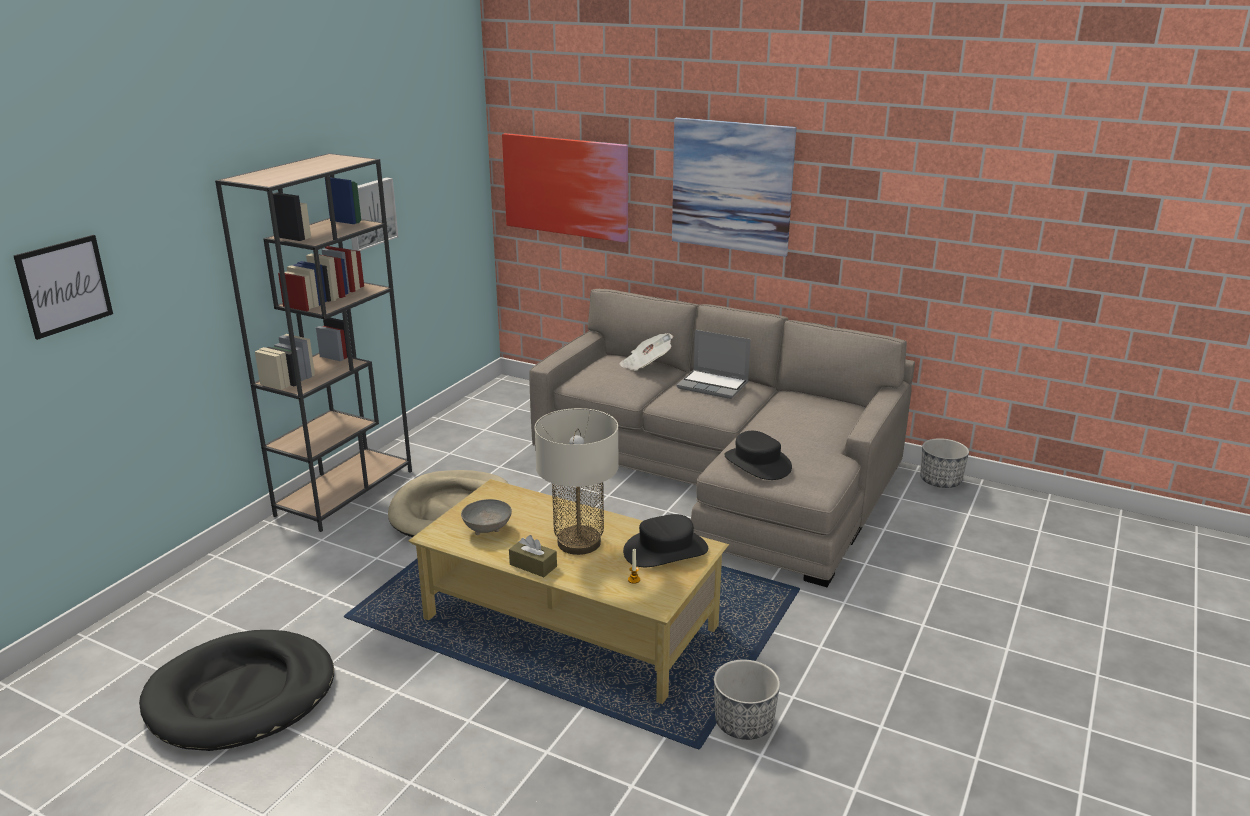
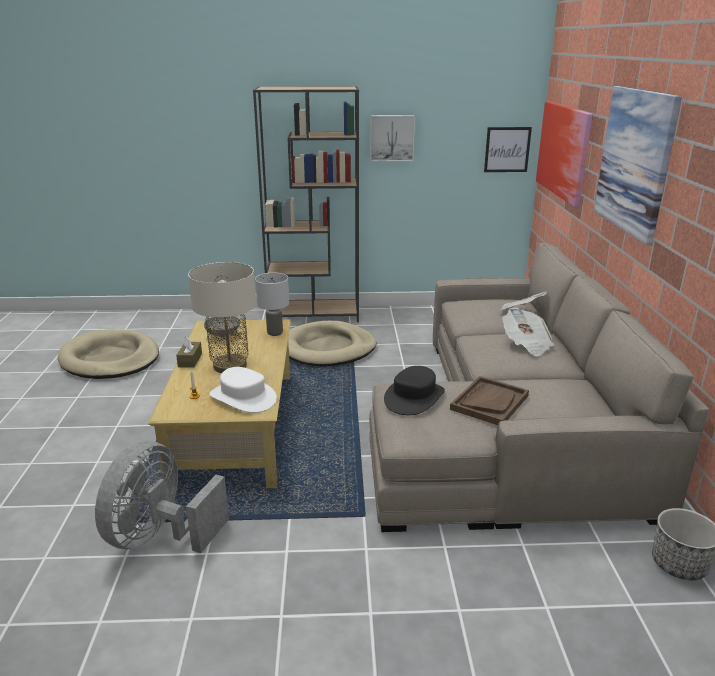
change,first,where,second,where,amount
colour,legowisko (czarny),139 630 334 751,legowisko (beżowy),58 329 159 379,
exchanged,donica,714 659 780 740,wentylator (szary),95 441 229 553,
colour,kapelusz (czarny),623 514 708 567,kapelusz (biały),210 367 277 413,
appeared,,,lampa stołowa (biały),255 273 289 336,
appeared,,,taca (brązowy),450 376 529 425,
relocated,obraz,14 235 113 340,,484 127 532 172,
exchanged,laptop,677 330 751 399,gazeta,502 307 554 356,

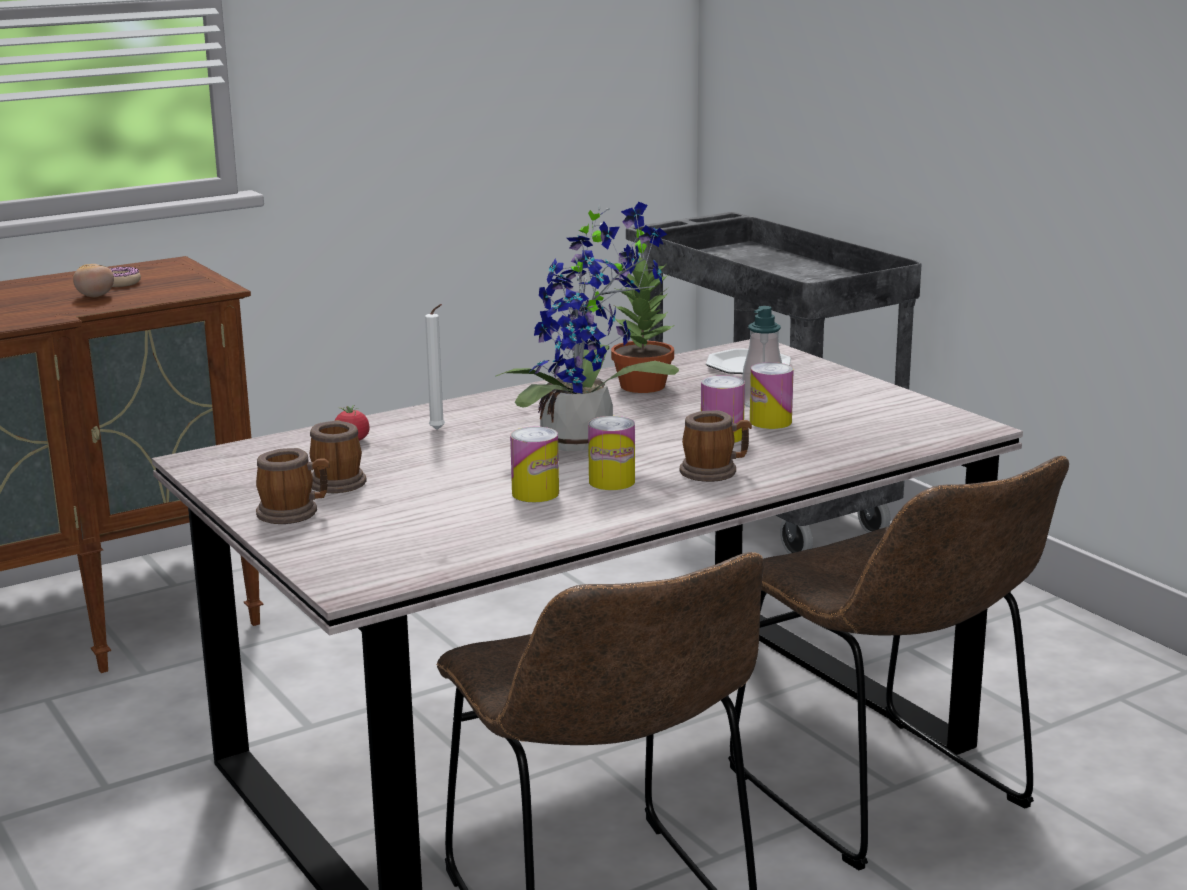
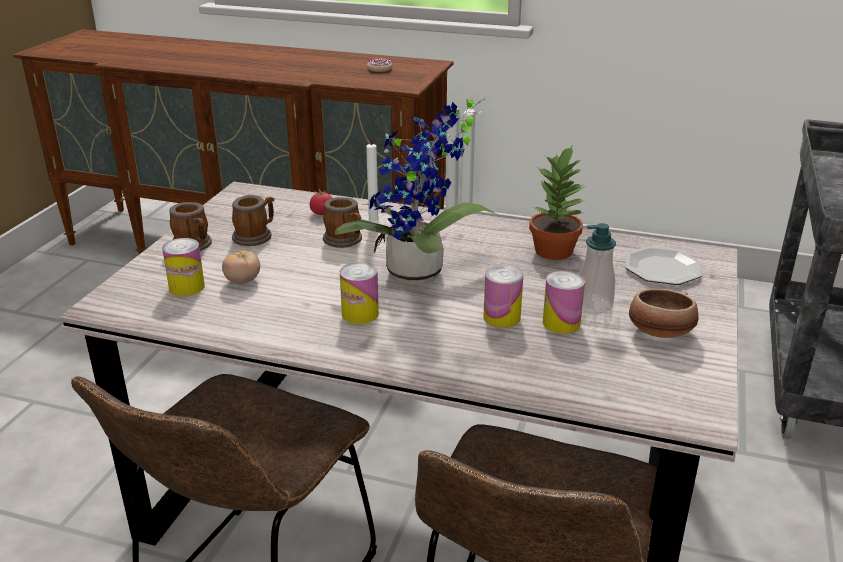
change,first,where,second,where,amount
relocated,puszka,510 427 559 502,,162 238 205 296,
relocated,pomidor,73 264 114 297,,222 250 260 284,
relocated,kubek,680 410 752 482,,323 197 362 248,
appeared,,,miska,629 288 698 338,

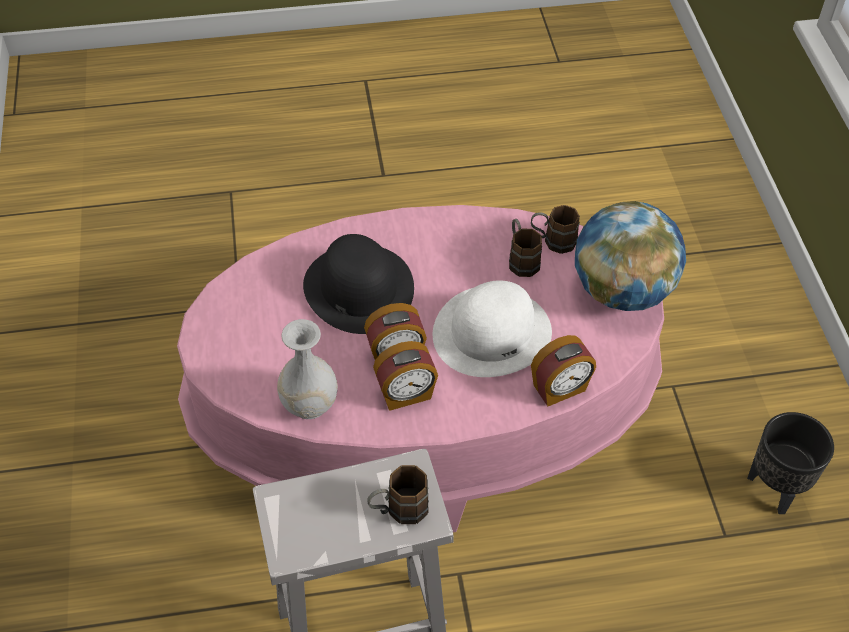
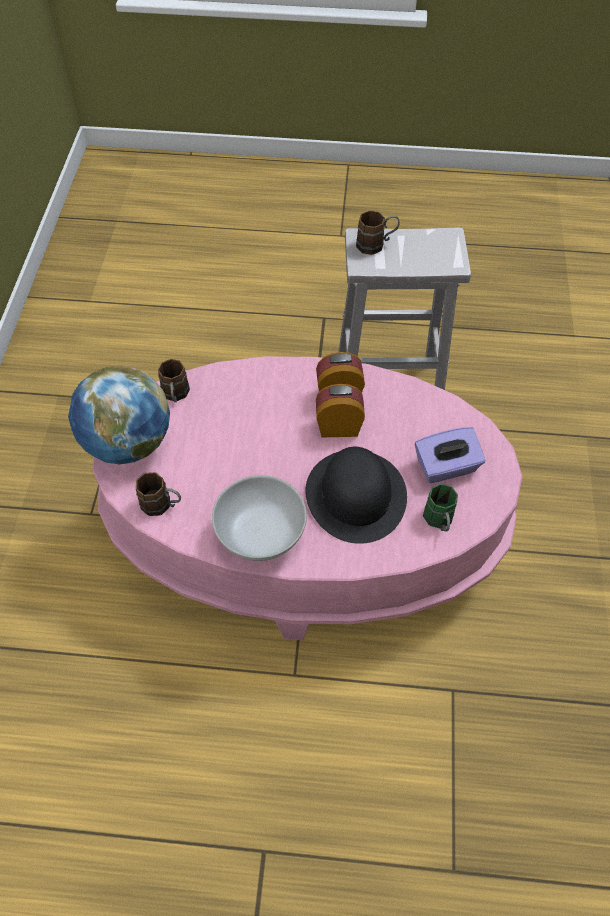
change,first,where,second,where,amount
relocated,kubek (brązowy),509 219 542 277,,158 359 190 402,
appeared,,,miska (biały),212 475 307 561,
appeared,,,pudełko chusteczek (fioletowy),415 427 485 483,
appeared,,,kubek (zielony),423 484 458 531,
missing,wazon (biały),277 319 338 419,,,
missing,kapelusz (biały),433 280 552 377,,,
missing,budzik,531 335 596 406,,,
missing,donica (czarny),747 412 834 514,,,

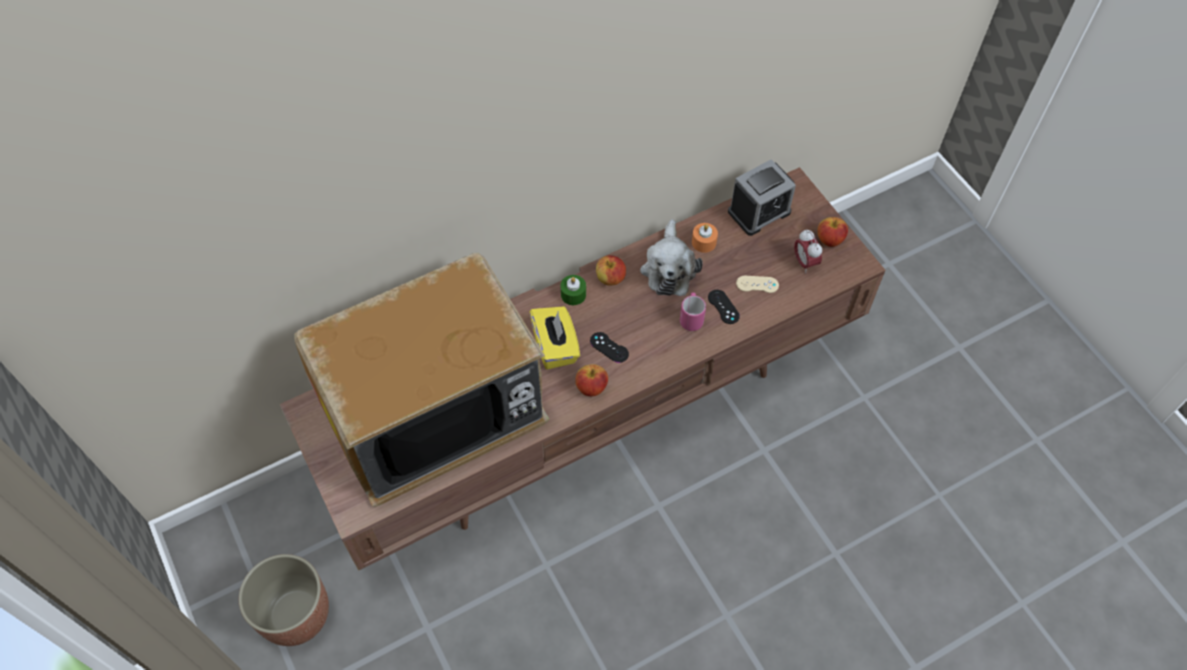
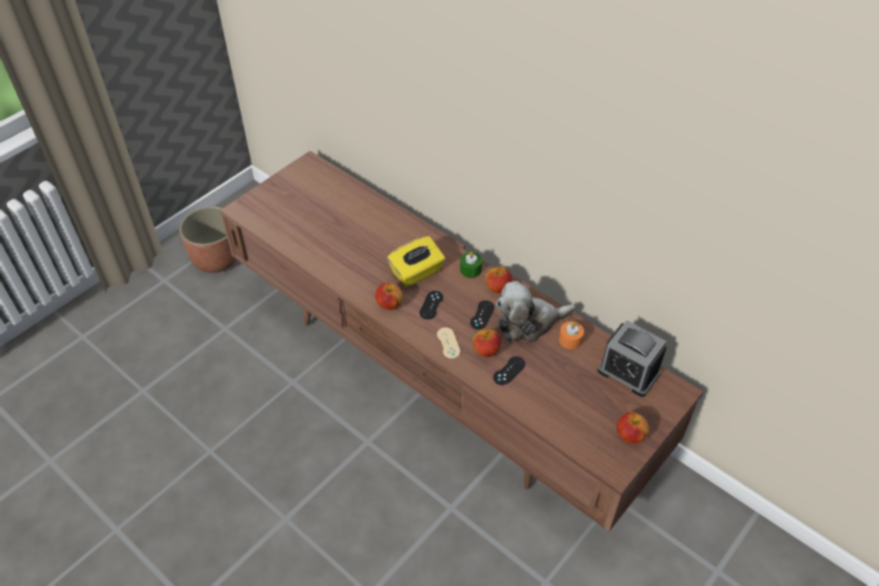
change,first,where,second,where,amount
relocated,pad do gier (beżowy),736 276 779 293,,437 327 461 359,
appeared,,,pad do gier (czarny),470 300 494 329,
exchanged,kubek (różowy),680 292 706 331,jabłko,473 329 501 357,
missing,telewizor,294 253 550 507,,,
missing,budzik,794 229 822 273,,,

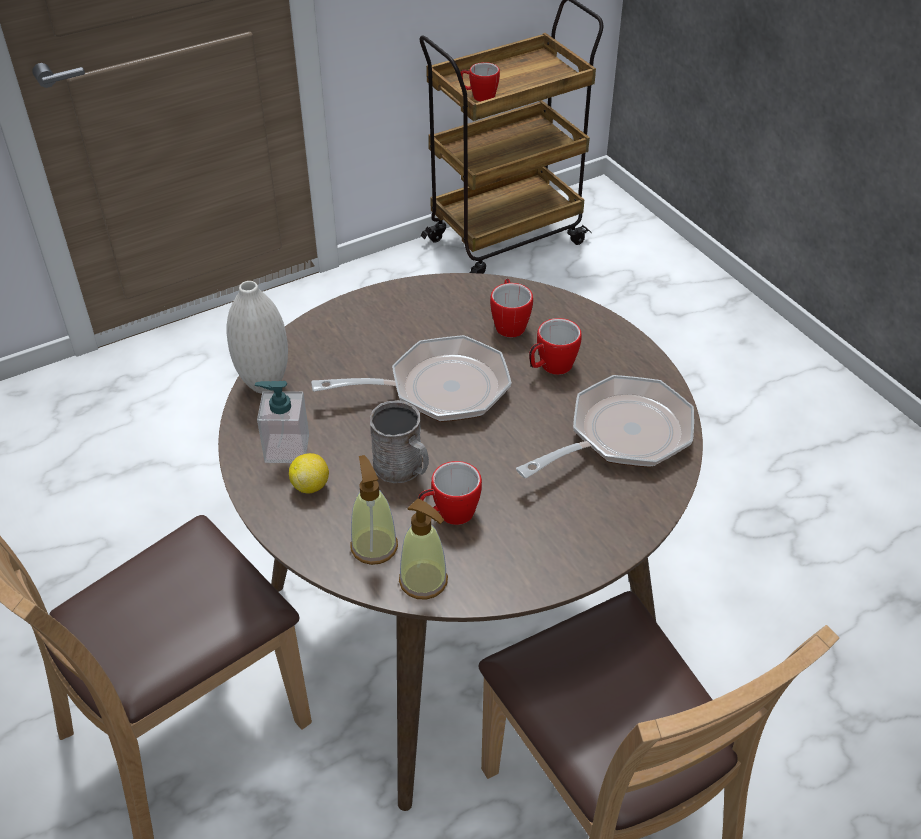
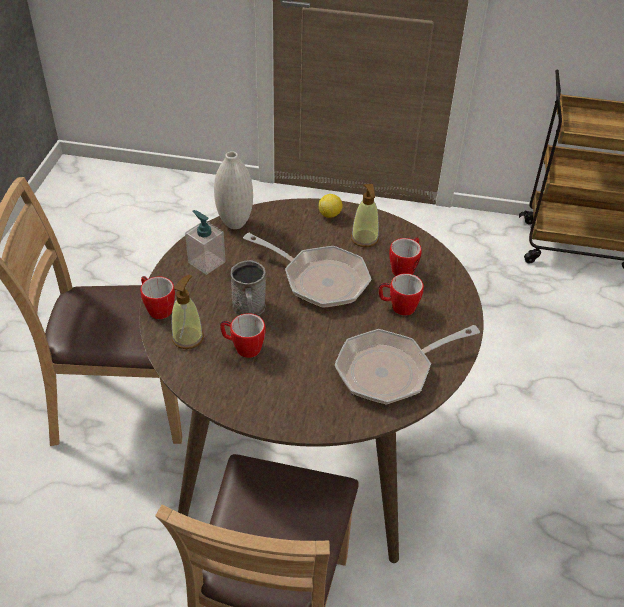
change,first,where,second,where,amount
relocated,kubek,460 62 500 102,,140 276 175 319,
relocated,cytryna,289 453 329 494,,319 194 343 218,
spun,patelnia,516 375 694 479,,335 325 480 405,150 degrees clockwise
relocated,dozownik mydła,399 498 448 600,,351 184 379 247,

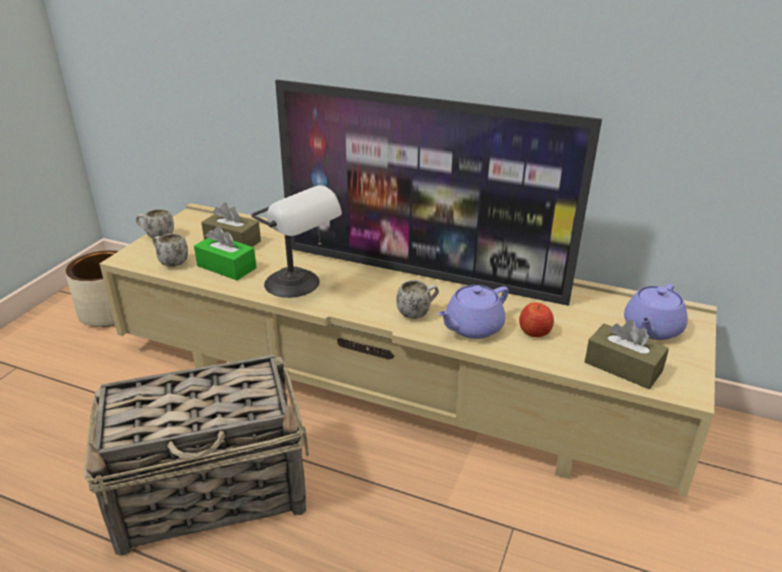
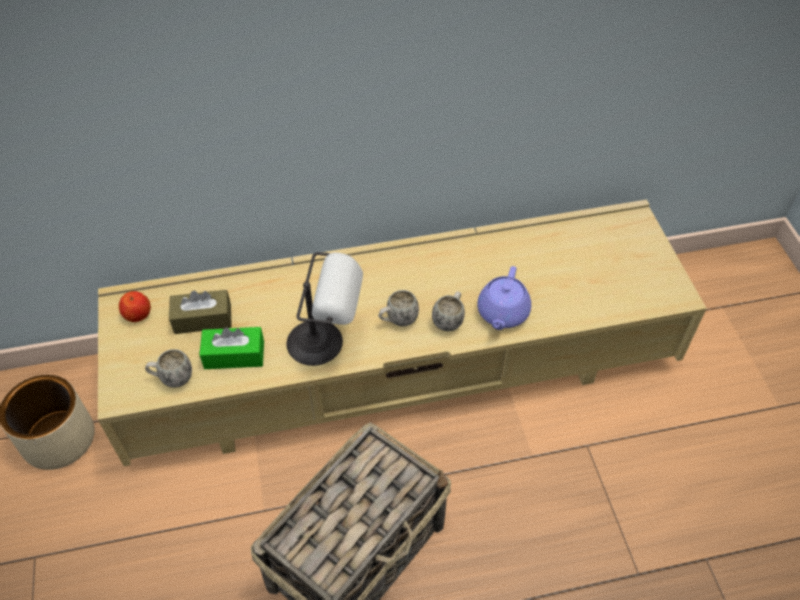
change,first,where,second,where,amount
relocated,jabłko,519 302 554 337,,119 291 151 322,
relocated,kubek (biały),136 209 174 239,,378 290 419 326,
missing,telewizor,275 79 602 306,,,
missing,pudełko chusteczek (brązowy),585 320 669 389,,,
missing,imbryk (fioletowy),624 283 688 340,,,

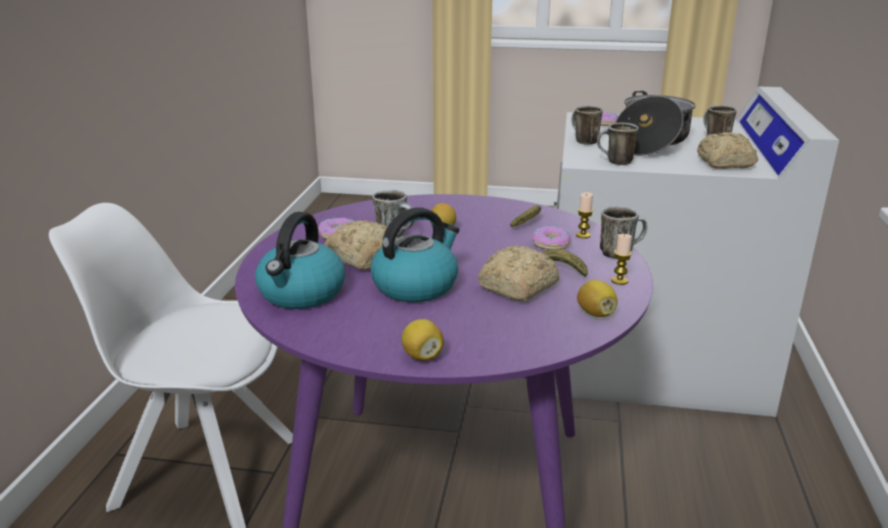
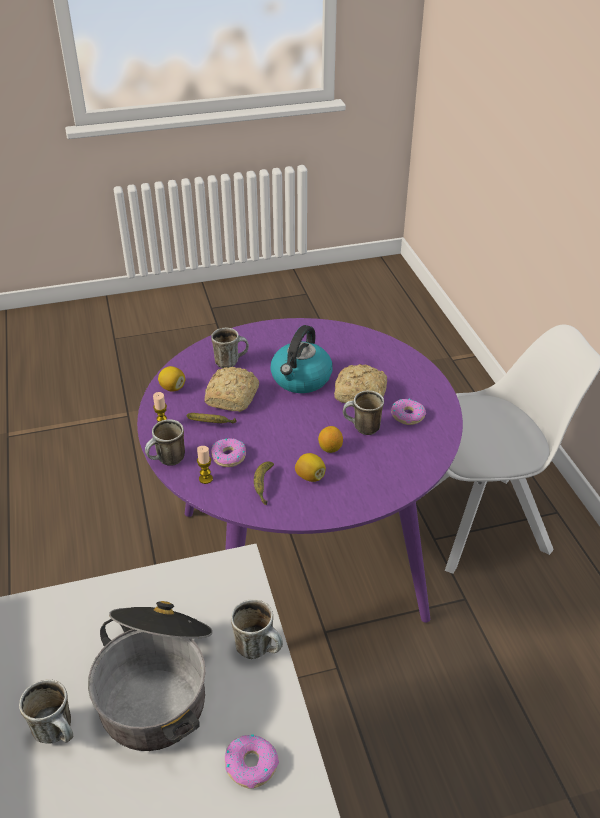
change,first,where,second,where,amount
relocated,kubek,597 123 639 165,,211 328 249 368,
relocated,cytryna,401 319 444 361,,295 453 326 482,
missing,czajnik,255 212 345 309,,,
missing,chleb,697 132 758 169,,,

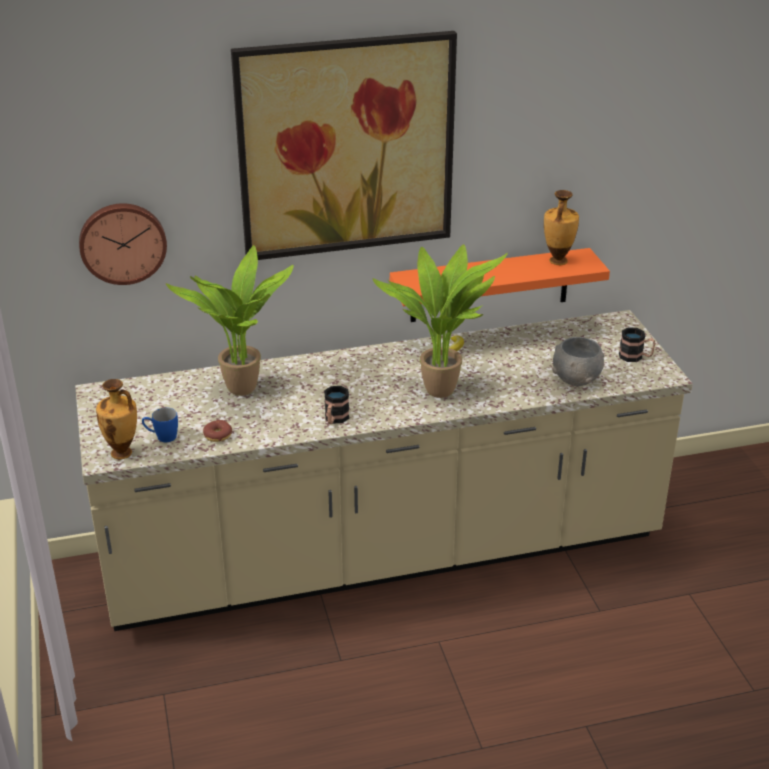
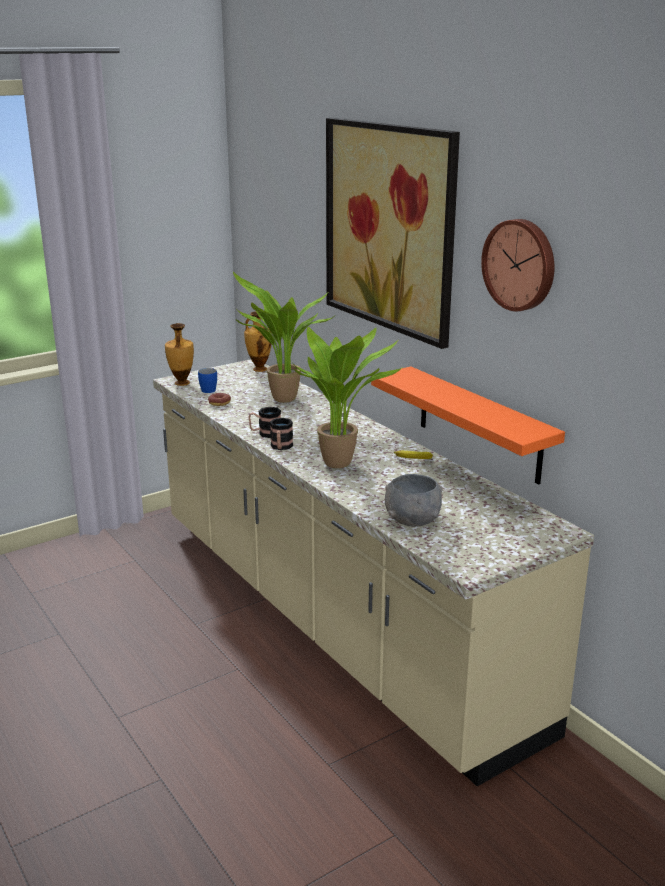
change,first,where,second,where,amount
relocated,wazon,544 190 579 265,,244 311 272 372,
relocated,kubek,619 328 655 362,,270 418 293 450,
relocated,zegar ścienny,79 203 167 285,,481 219 554 311,

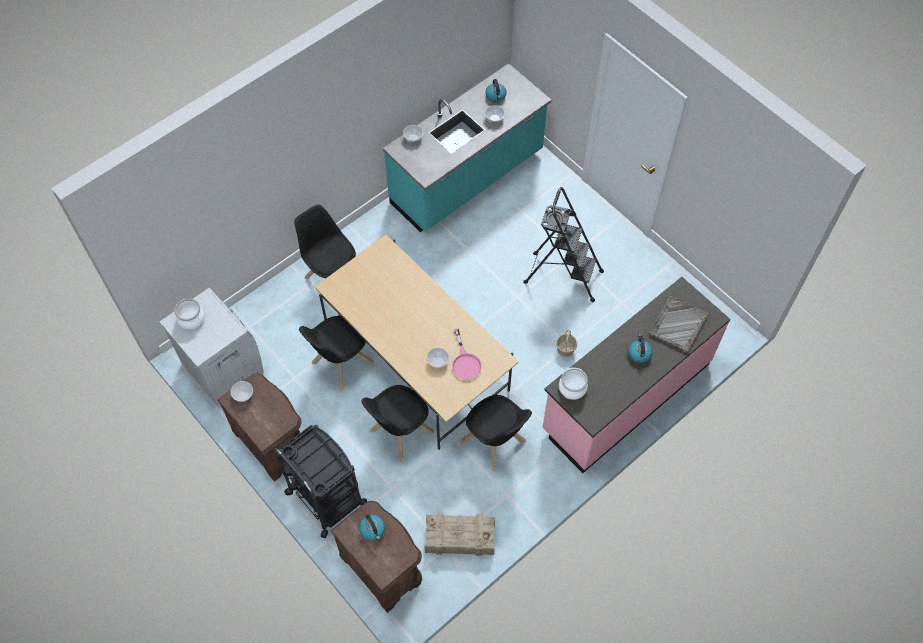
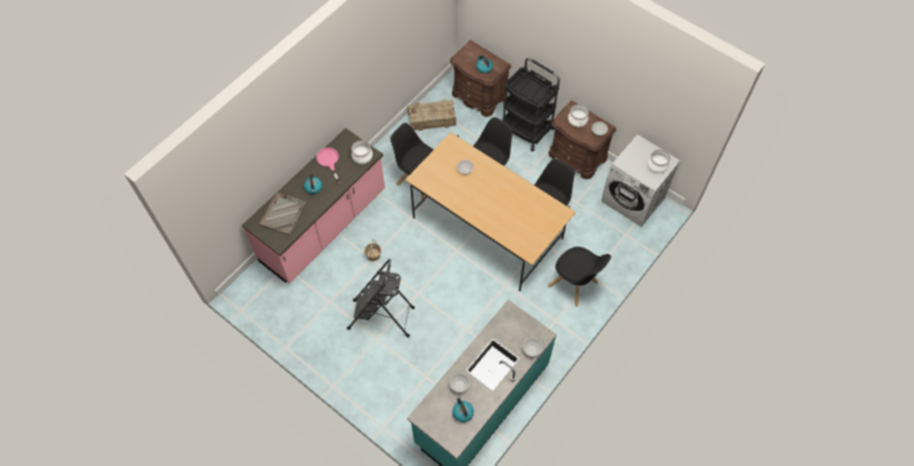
change,first,where,second,where,amount
relocated,patelnia (różowy),452 329 482 380,,316 147 341 183,
appeared,,,garnek,568 104 589 127,

